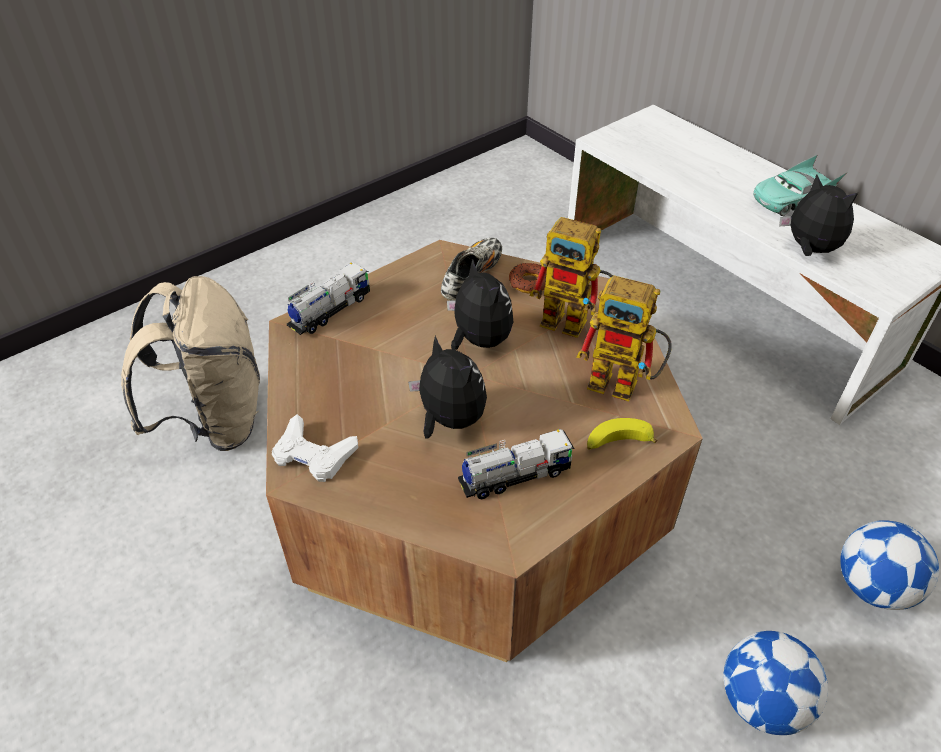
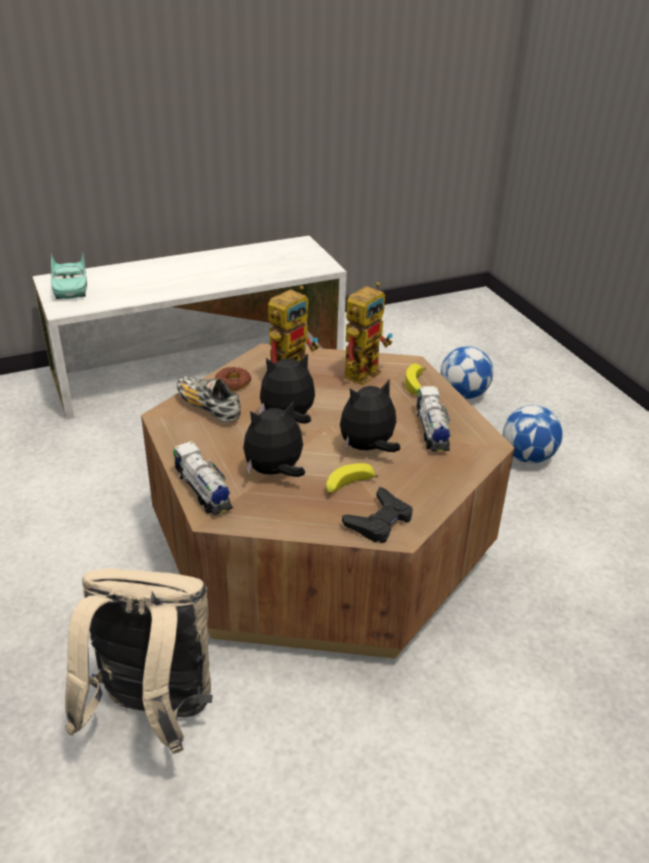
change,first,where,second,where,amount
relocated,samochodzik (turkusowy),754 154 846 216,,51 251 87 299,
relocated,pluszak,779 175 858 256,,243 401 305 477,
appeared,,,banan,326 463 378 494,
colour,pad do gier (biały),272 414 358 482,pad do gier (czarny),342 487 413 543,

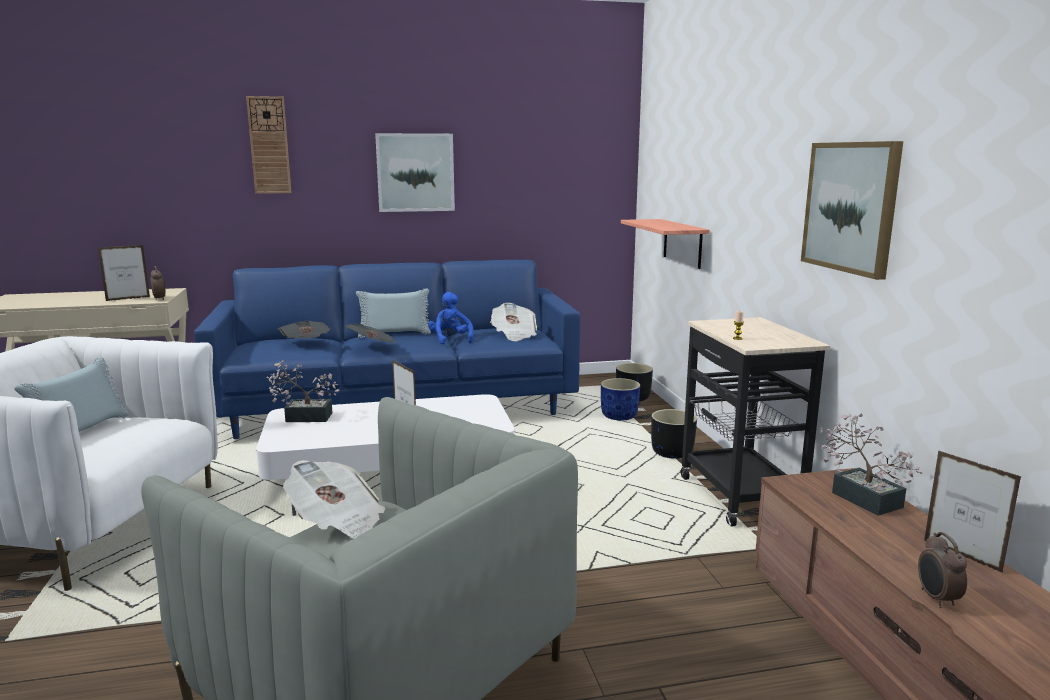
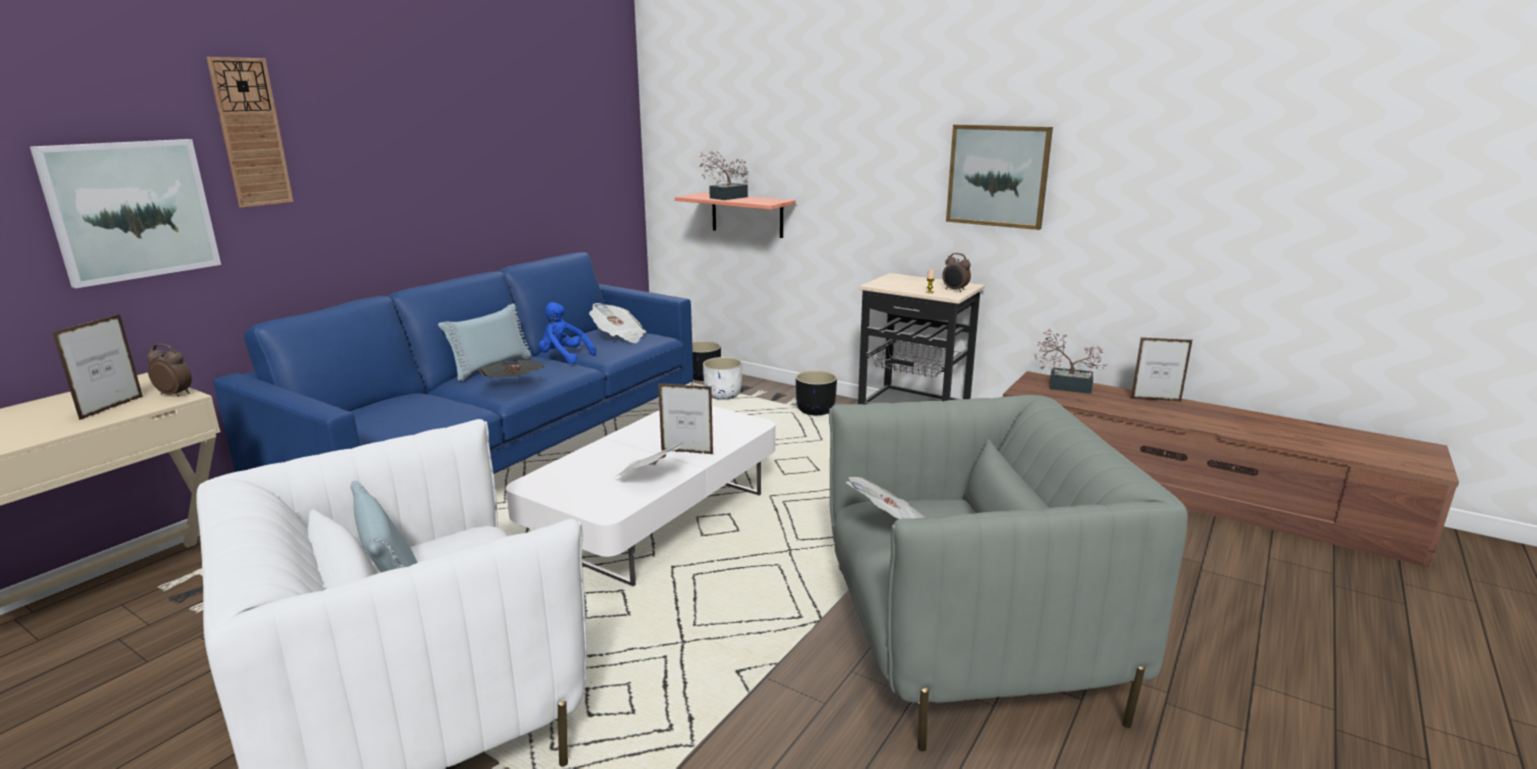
change,first,where,second,where,amount
relocated,obraz,375 133 455 212,,30 139 221 288,
relocated,gazeta,278 321 331 339,,614 441 684 477,
relocated,roślina doniczkowa,267 360 339 422,,699 150 749 200,
colour,donica (niebieski),601 378 640 420,donica (biały),703 357 742 400,
relocated,budzik,918 532 967 608,,942 253 971 292,

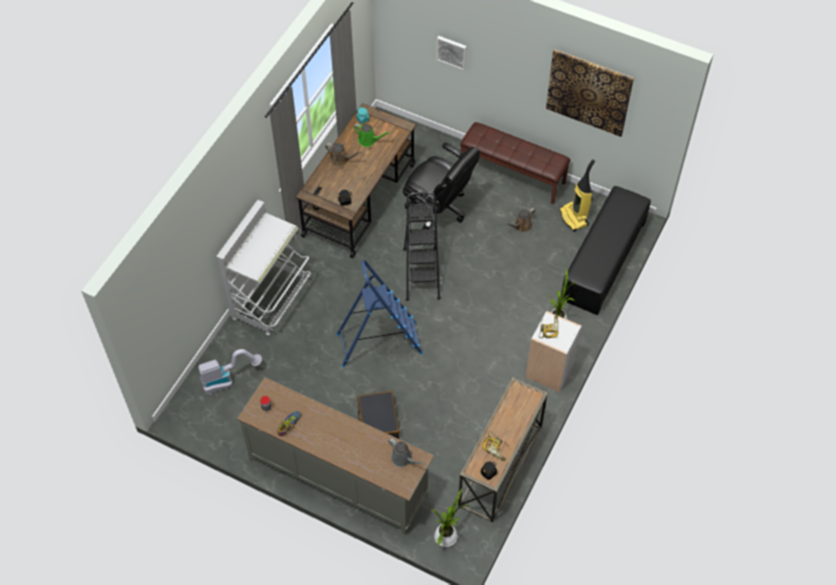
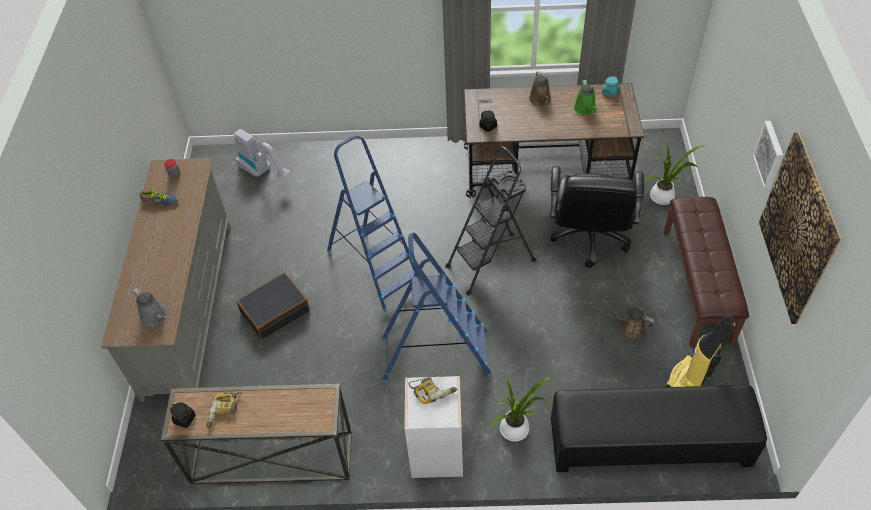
change,first,where,second,where,amount
spun,konewka (szary),388 438 425 467,,133 288 167 327,60 degrees counterclockwise
appeared,,,drabinka (niebieski),381 232 492 382,
relocated,roślina doniczkowa,430 489 470 547,,644 142 703 205,
relocated,obraz,437 36 466 70,,753 121 783 189,
missing,regał na buty (biały),216 200 311 335,,,

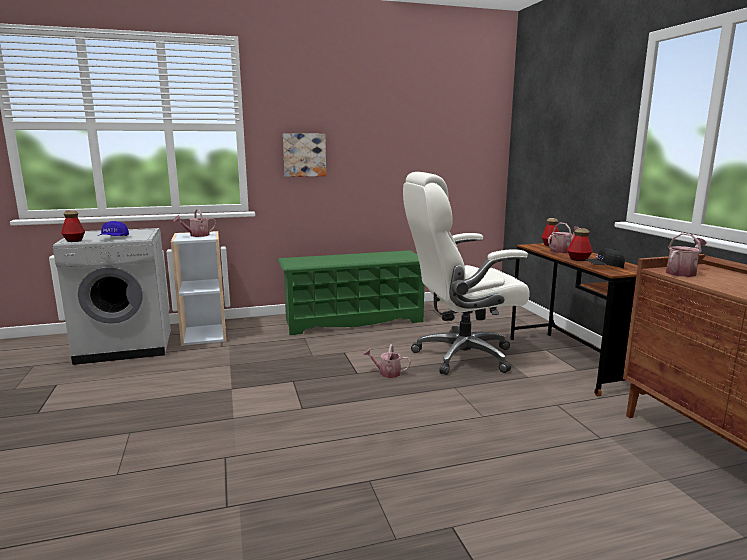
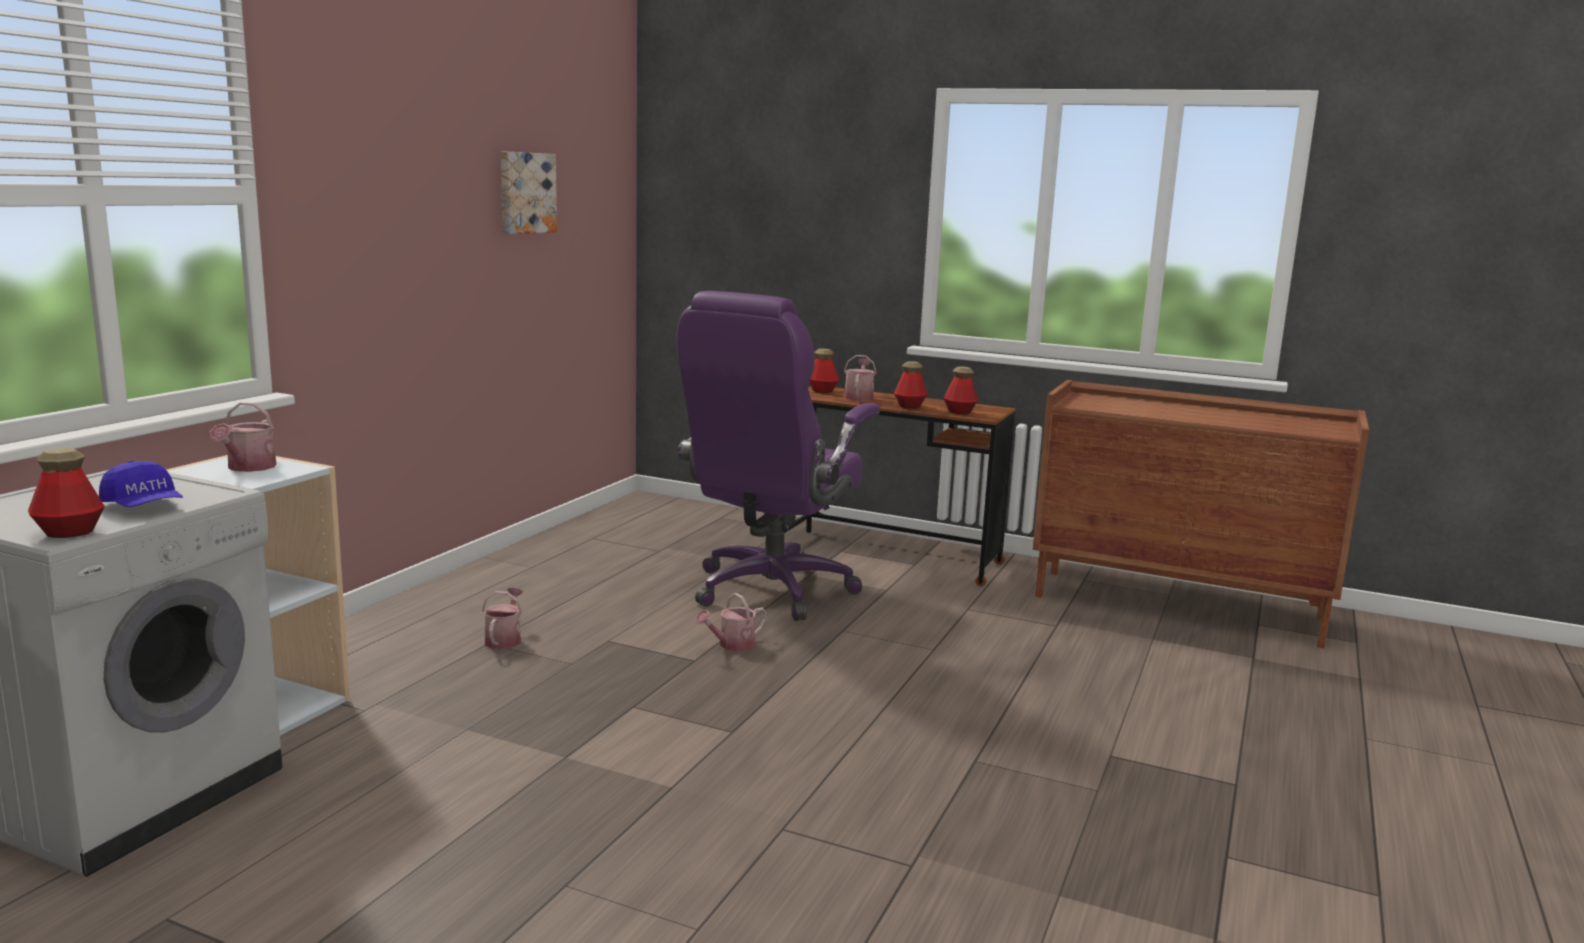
change,first,where,second,where,amount
relocated,konewka,666 233 707 277,,482 587 523 649,
relocated,obraz,283 133 326 177,,501 151 557 234,
colour,krzesło biurowe (biały),403 172 530 375,krzesło biurowe (fioletowy),677 291 880 621,
exchanged,czapka z daszkiem (czarny),585 248 625 269,butelka,943 366 978 414,
missing,regał na buty (zielony),278 250 424 335,,,

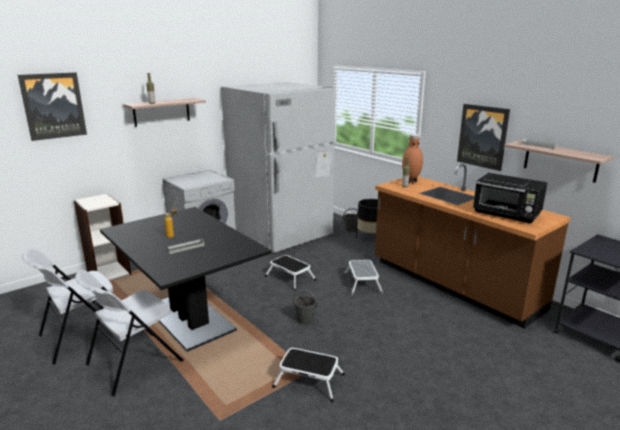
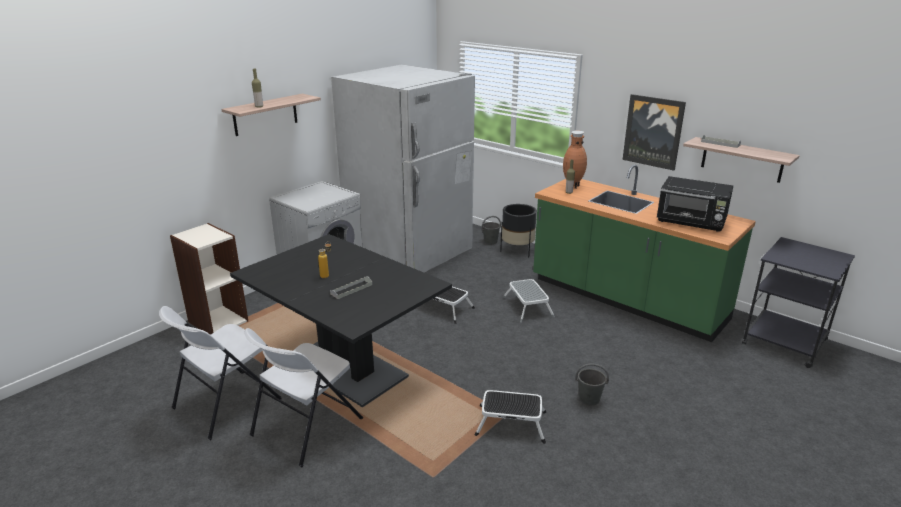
change,first,where,second,where,amount
colour,zabudowa kuchenna (brązowy),375 164 571 329,zabudowa kuchenna (zielony),533 165 756 342,
relocated,wiadro (szary),293 290 318 325,,575 363 609 405,
missing,obraz,18 72 87 141,,,

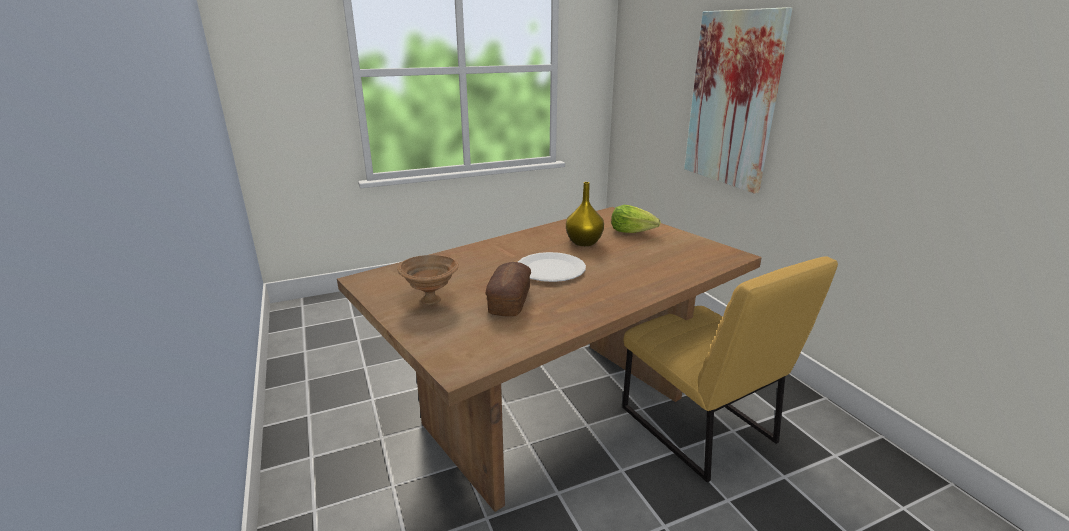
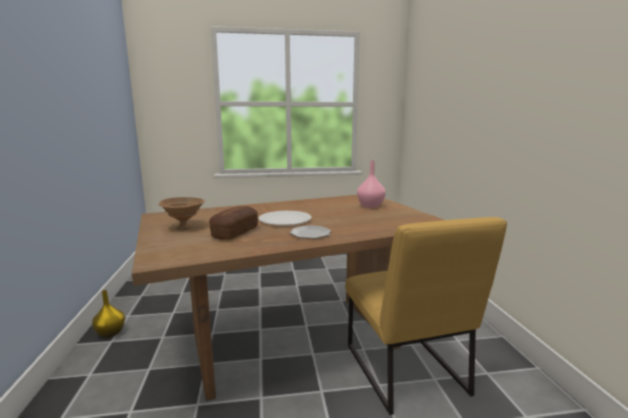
change,first,where,second,where,amount
relocated,wazon (żółty),566 182 604 246,,92 290 125 338,
appeared,,,talerz,290 225 331 239,
exchanged,sałata,611 205 661 233,wazon (różowy),357 160 386 208,
missing,obraz,684 7 793 194,,,

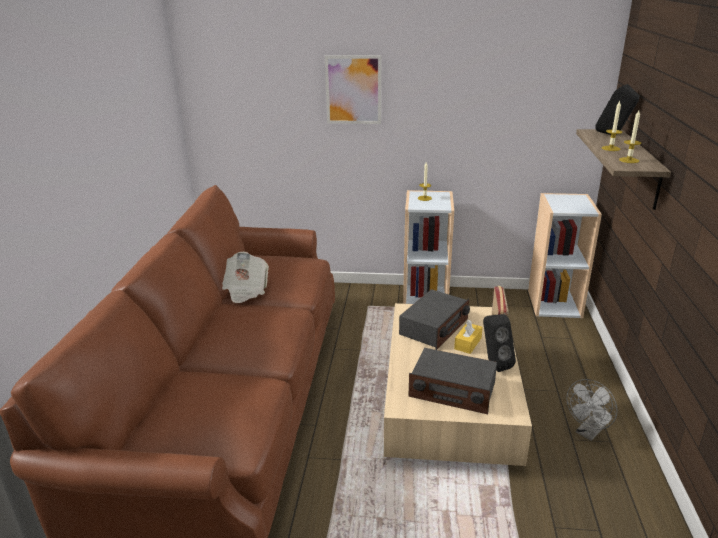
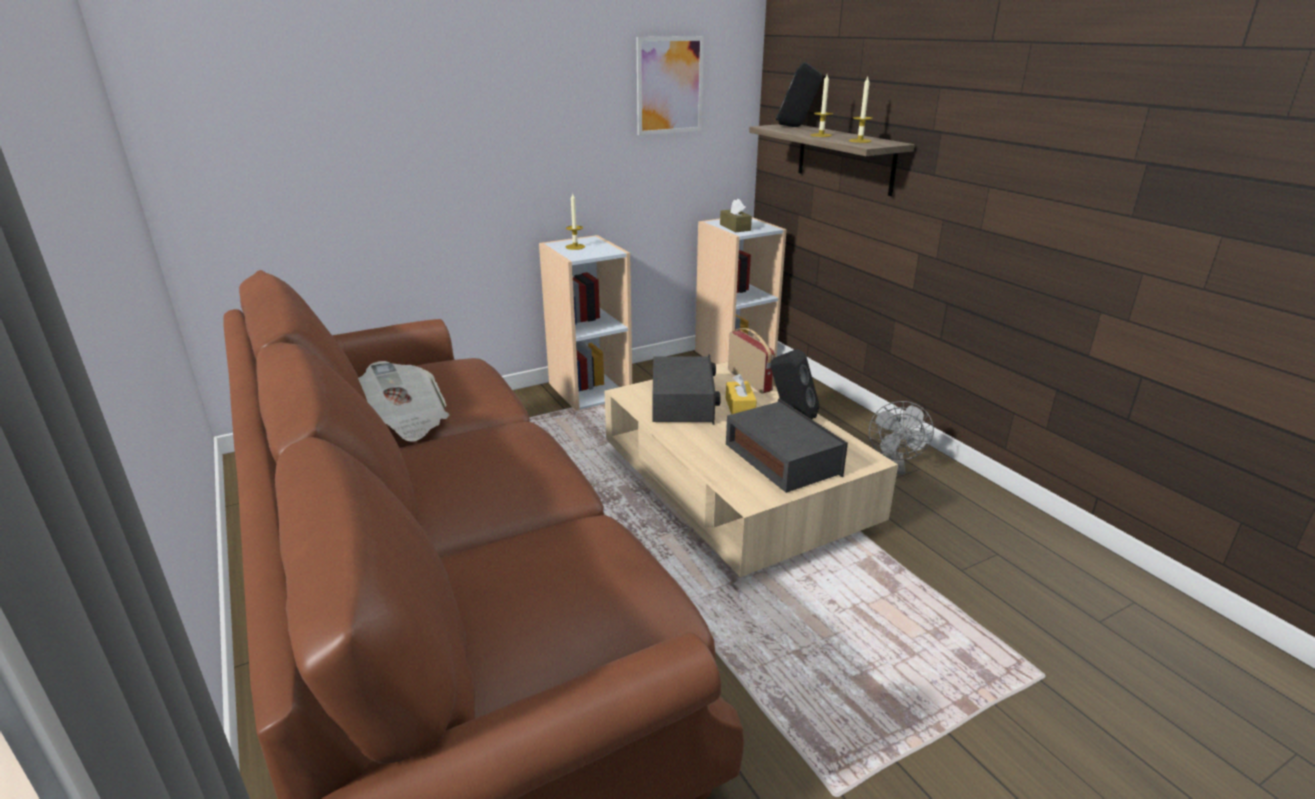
change,first,where,second,where,amount
relocated,obraz,325 55 381 124,,636 36 704 135,
appeared,,,pudełko chusteczek (brązowy),720 199 752 233,
spun,radio,408 348 497 414,,726 398 848 493,105 degrees counterclockwise

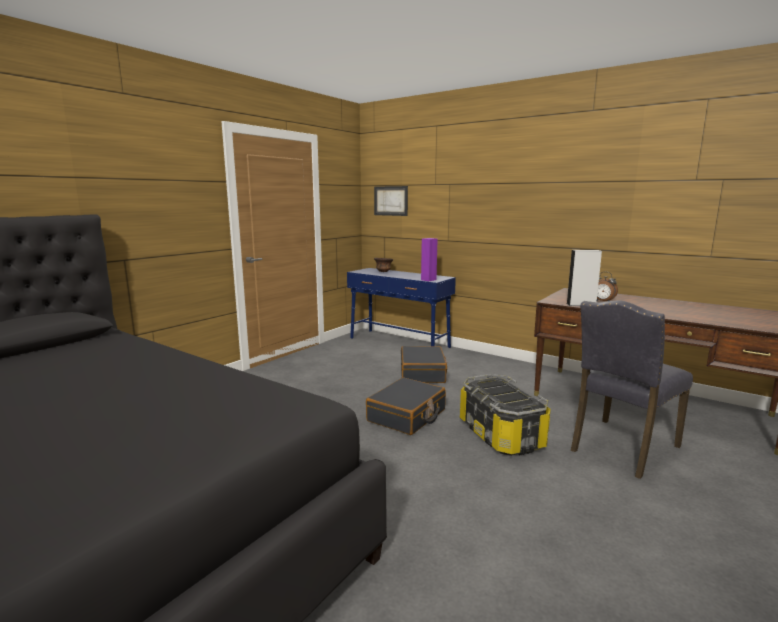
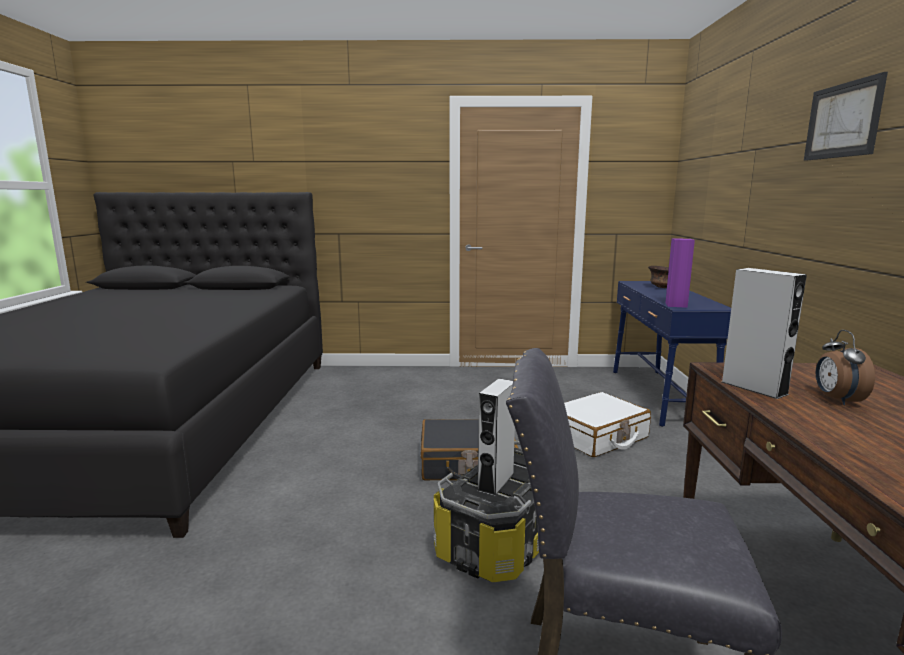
change,first,where,second,where,amount
appeared,,,głośnik (szary),477 378 515 496,
colour,walizka (czarny),401 346 447 383,walizka (biały),564 392 651 457,
relocated,obraz,374 186 408 216,,804 72 888 161,

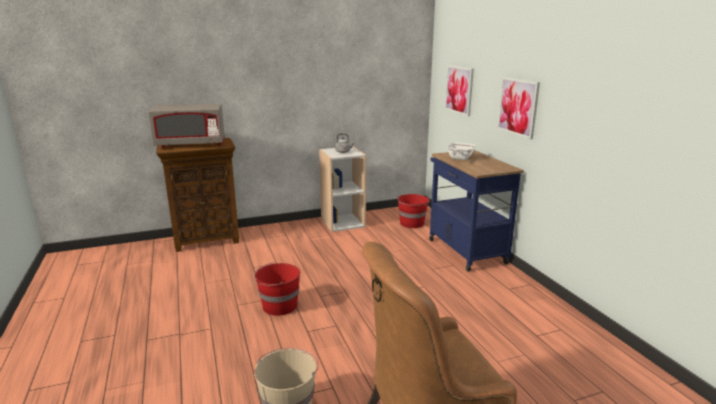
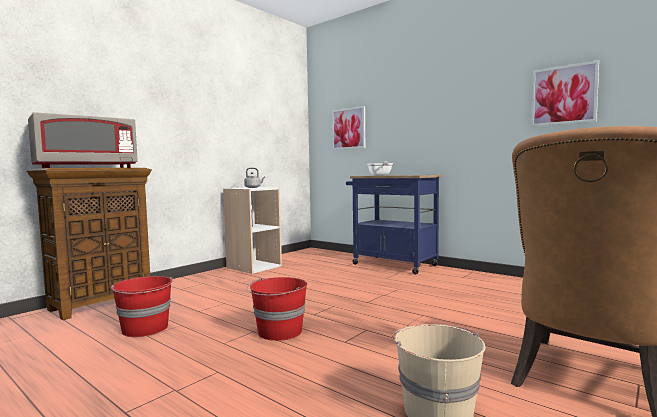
change,first,where,second,where,amount
relocated,wiadro (czerwony),397 194 430 228,,111 276 174 337,
relocated,obraz,497 77 540 139,,531 60 599 127,

